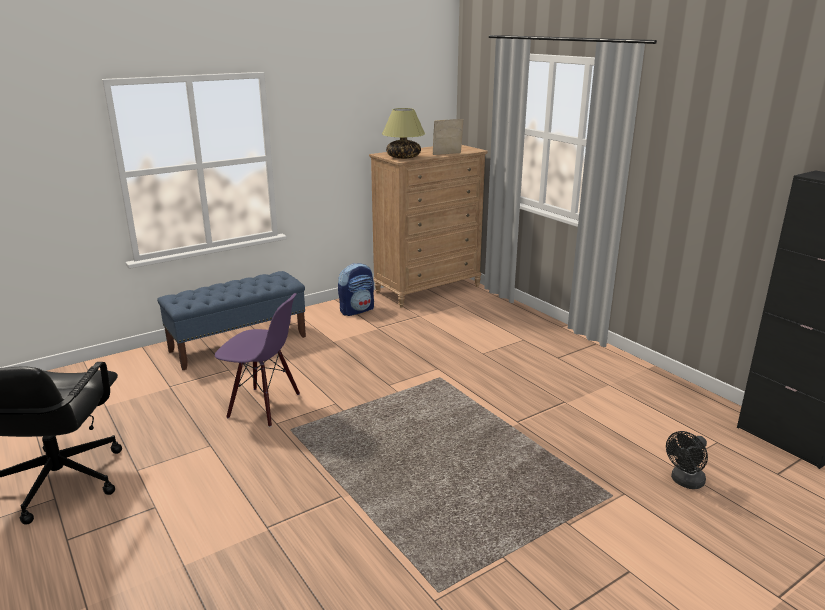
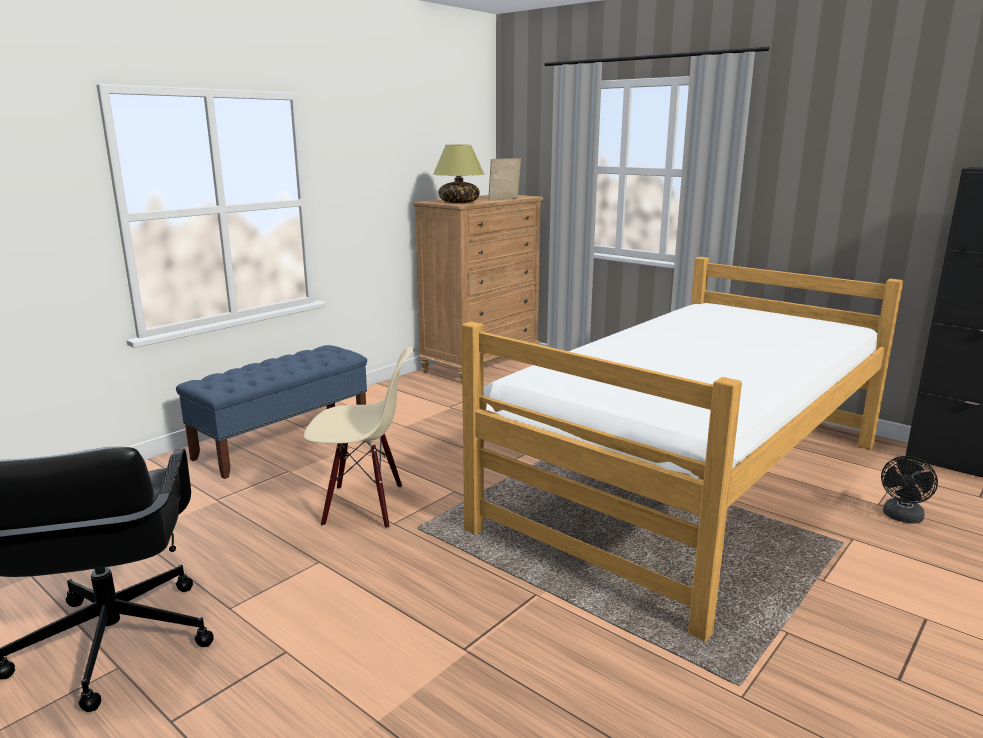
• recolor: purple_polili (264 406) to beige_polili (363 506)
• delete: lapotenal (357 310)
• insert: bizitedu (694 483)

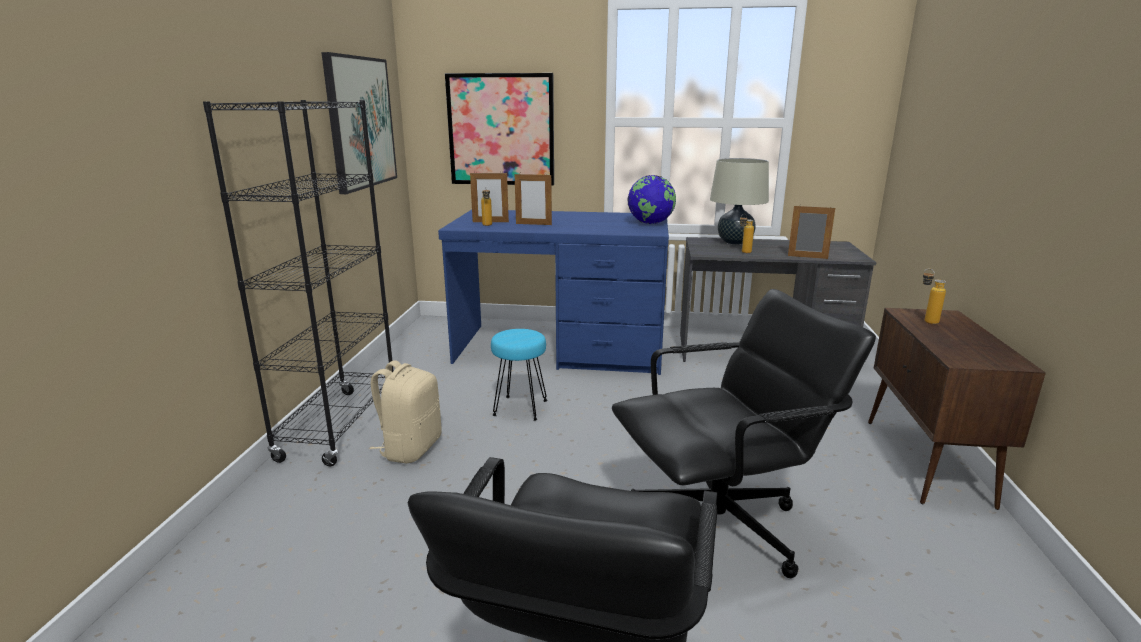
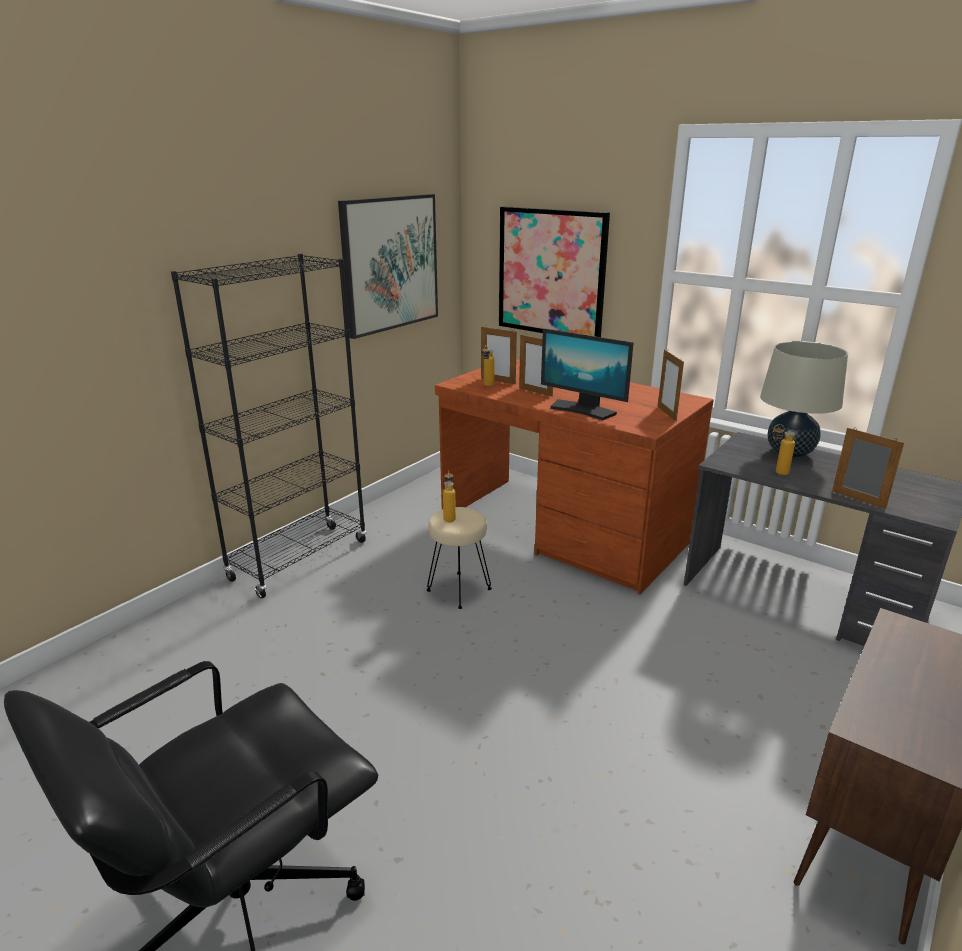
• delete: beige_lapotenal (410 448)
• recolor: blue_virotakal (561 349) to brown_virotakal (563 530)
• recolor: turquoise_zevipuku (520 408) to beige_zevipuku (458 590)
• delete: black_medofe (719 529)
• replace: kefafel (651 223) to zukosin (666 413)
• move: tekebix (926 320) to (449 517)
• insert: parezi (583 410)

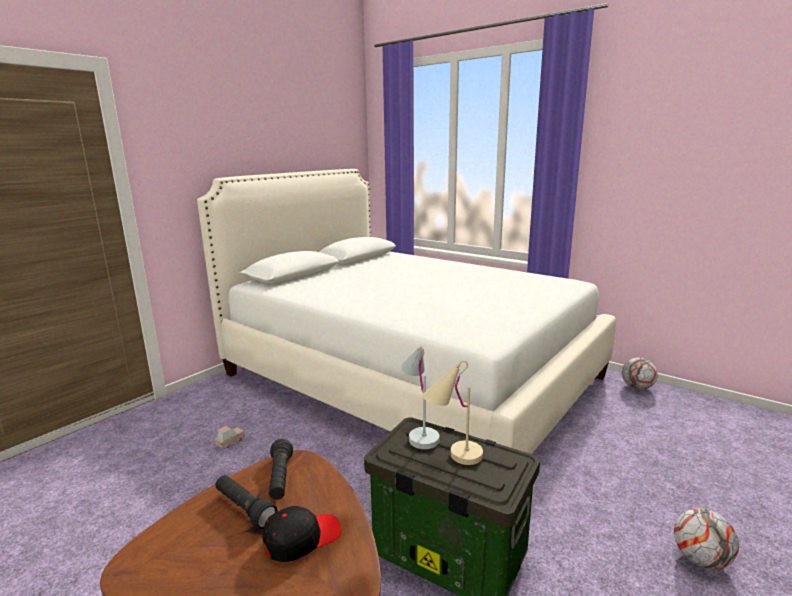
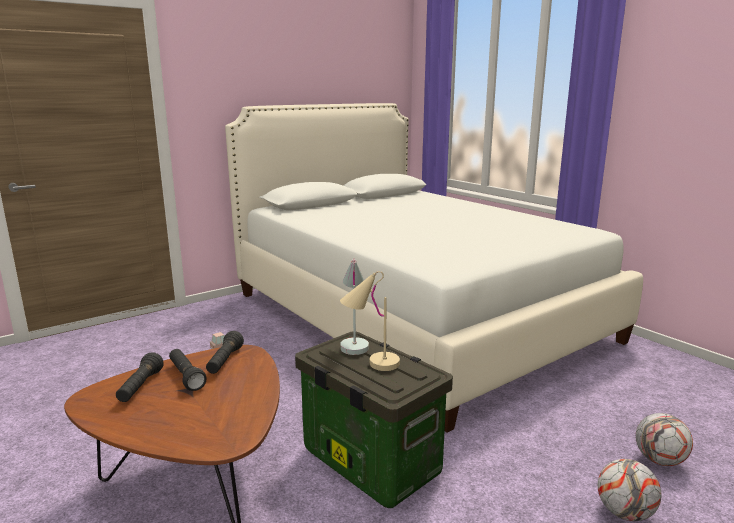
• delete: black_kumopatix (301 538)
• move: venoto (637 387) to (659 460)
• insert: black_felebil (140 387)

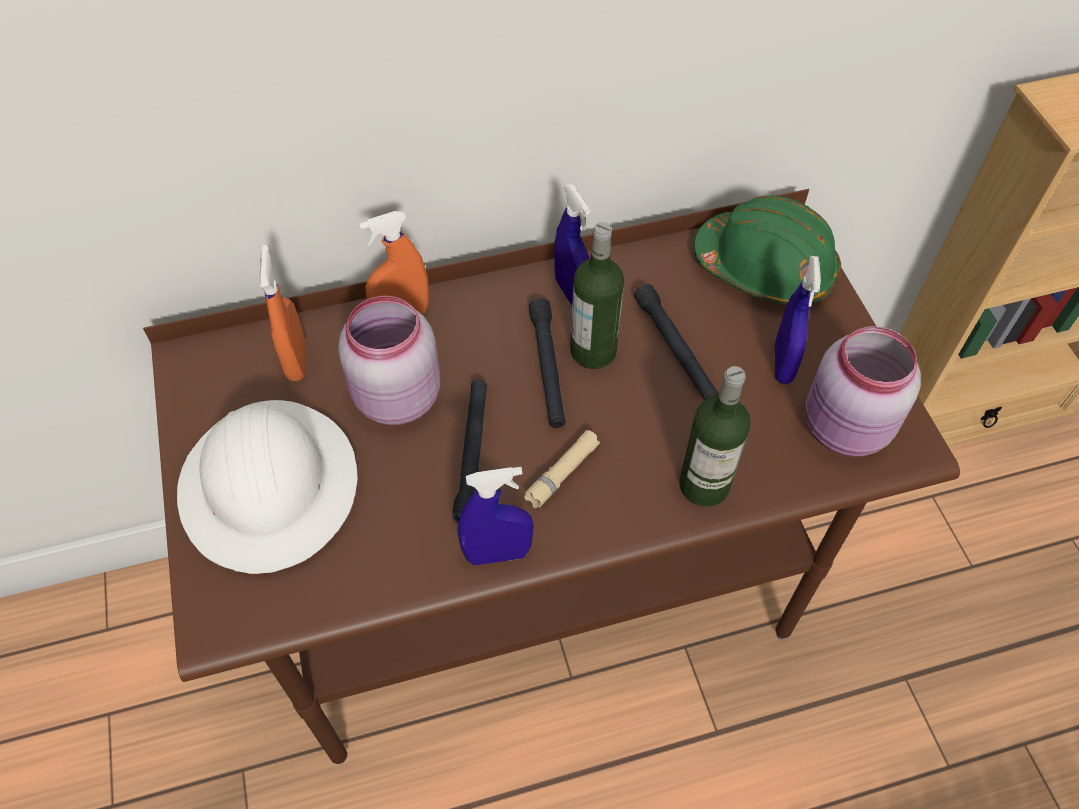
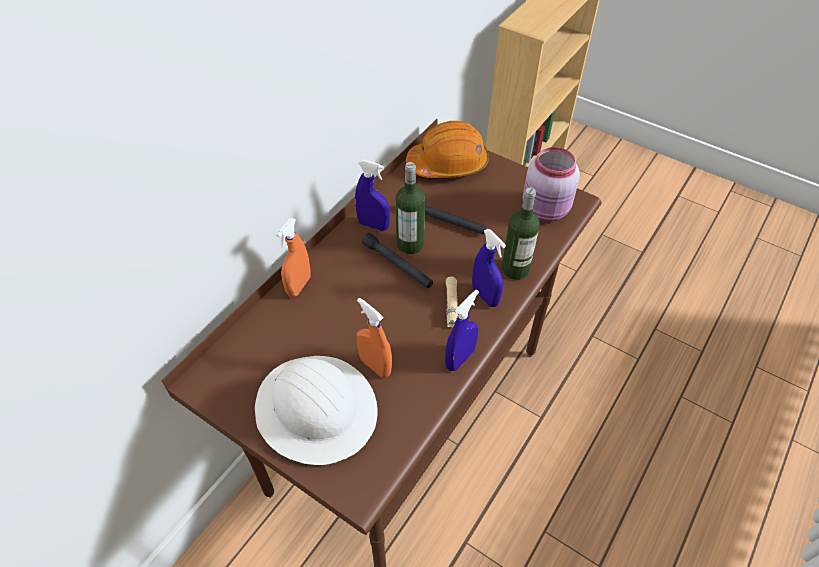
• move: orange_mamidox (296 361) to (375 366)
• delete: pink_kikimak (395 398)
• delete: black_felebil (472 454)
• recolor: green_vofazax (765 268) to orange_vofazax (448 164)
• move: blue_mamidox (783 364) to (485 296)

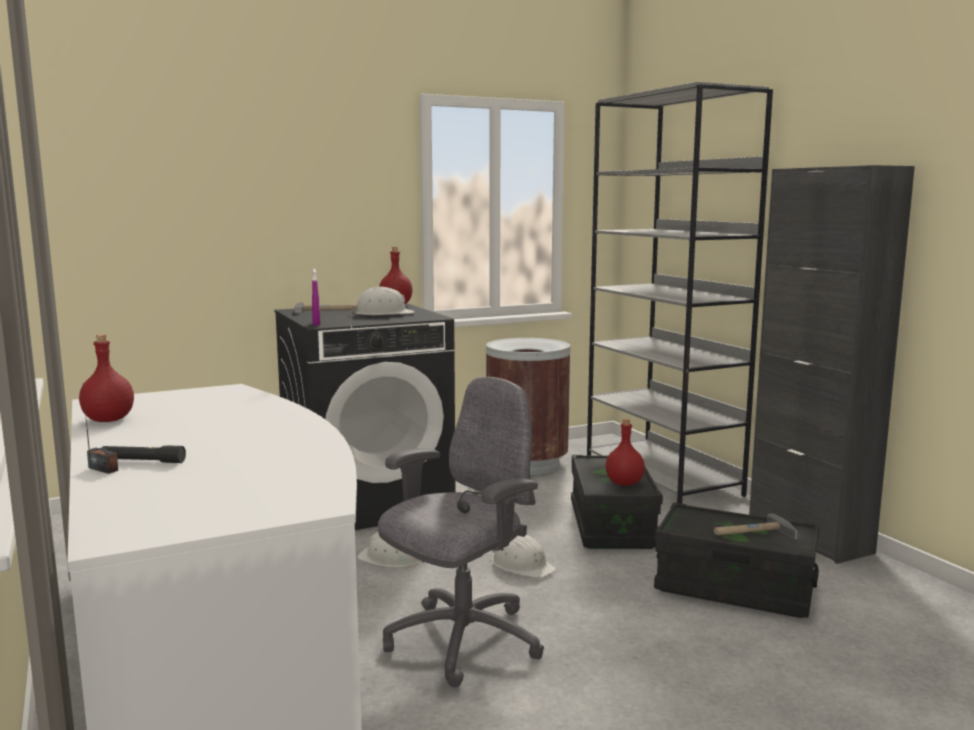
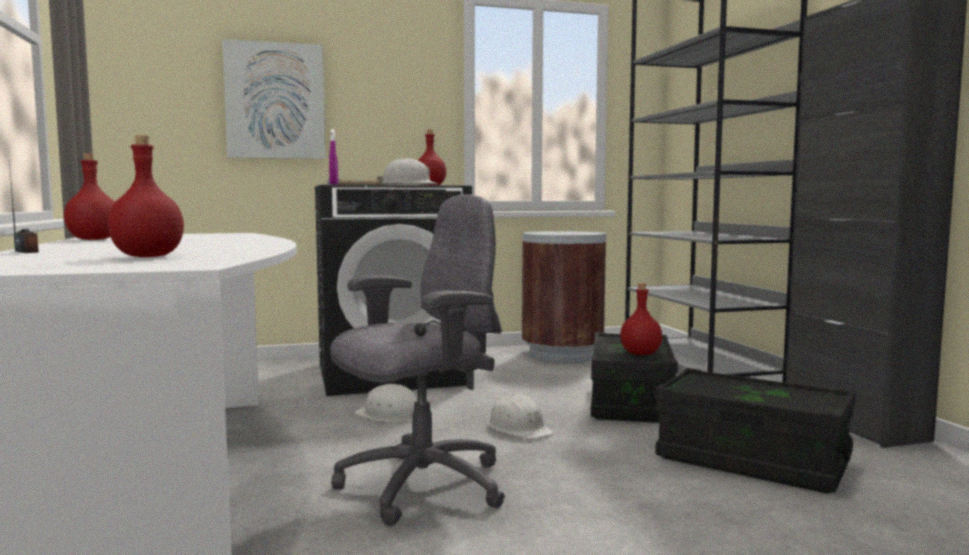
• delete: black_felebil (143 461)
• delete: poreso (752 533)
• insert: red_tekebix (148 256)
• insert: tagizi (275 101)

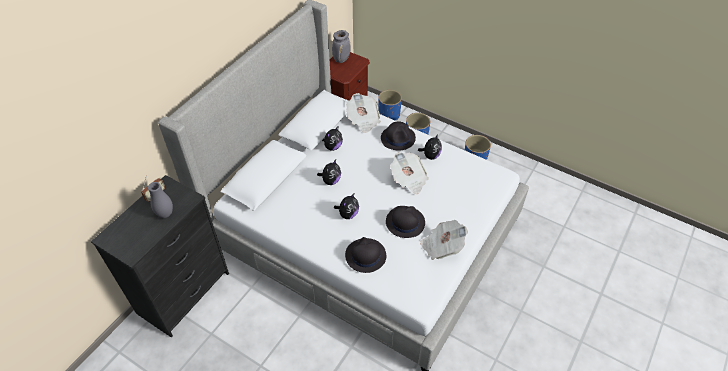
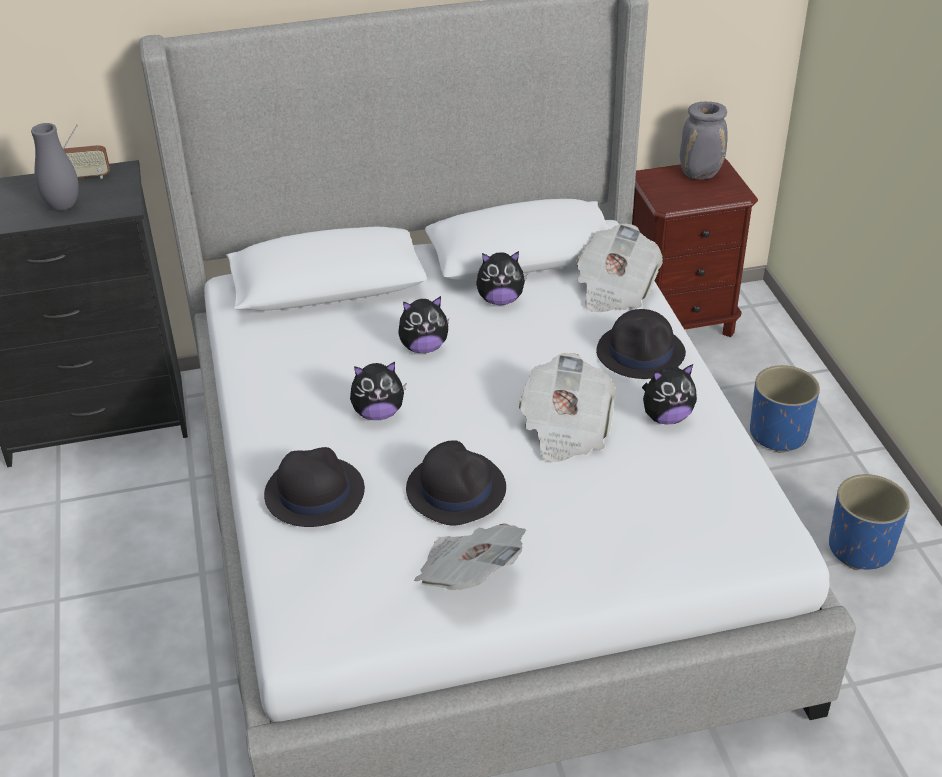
• delete: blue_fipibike (389 115)

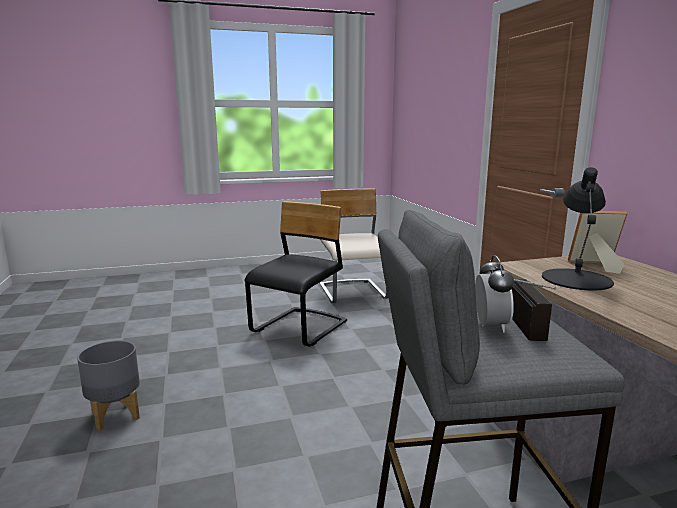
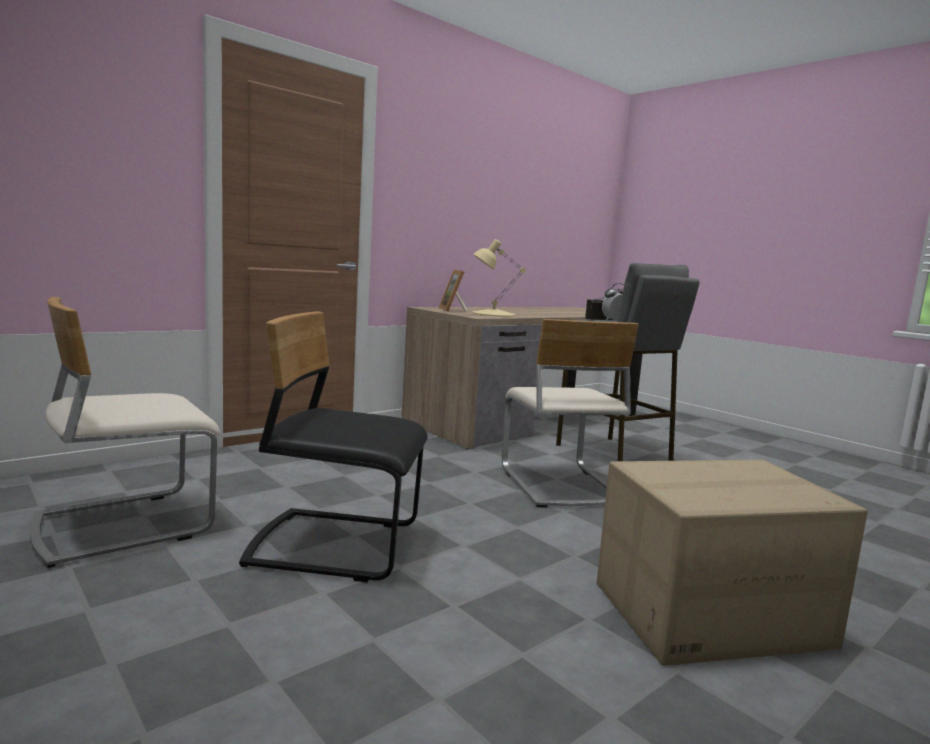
• replace: grey_fipibike (115 415) to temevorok (710 616)
• recolor: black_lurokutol (577 279) to beige_lurokutol (493 314)
• insert: beige_polili (558 485)

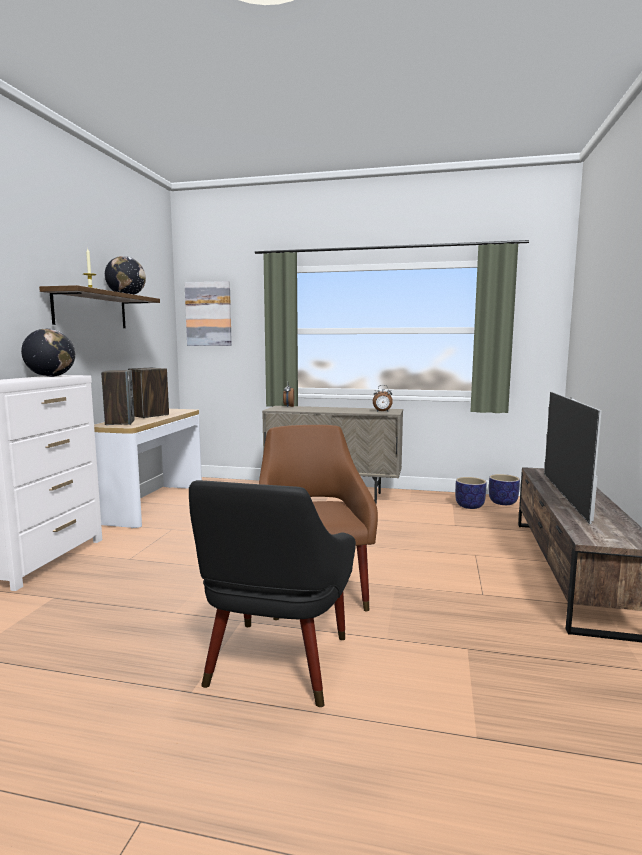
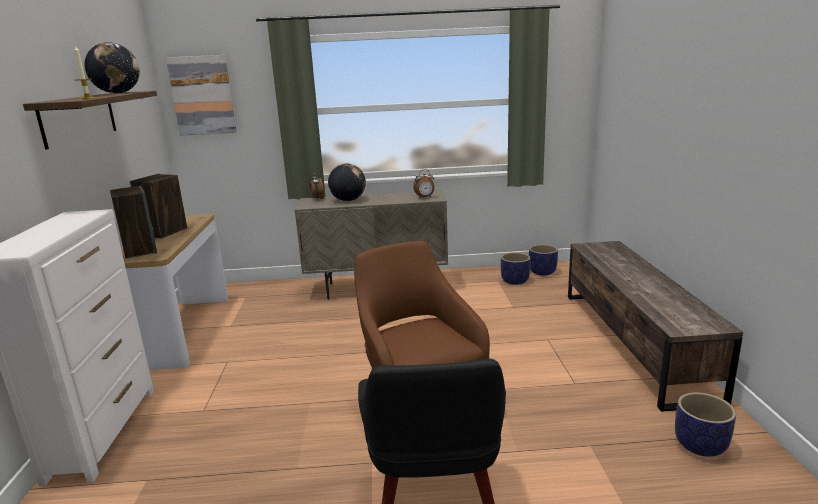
• move: kefafel (51 376) to (348 200)
• delete: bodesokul (565 496)
• insert: fipibike (699 445)

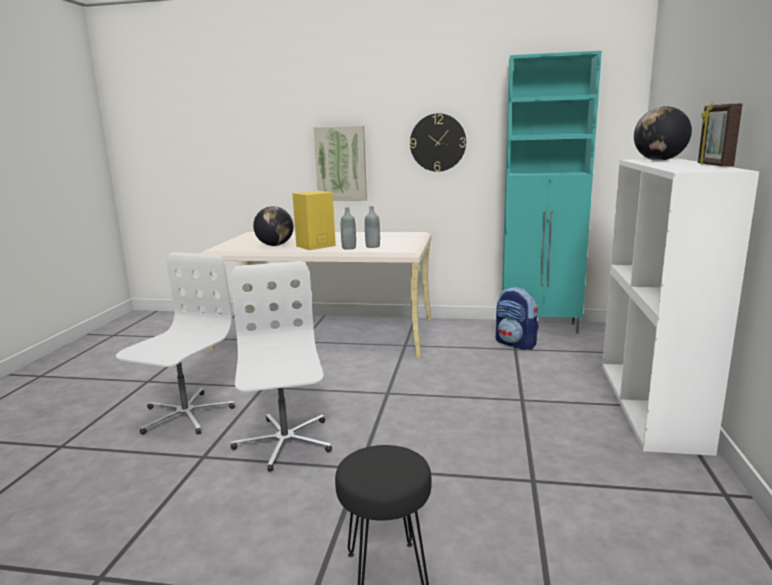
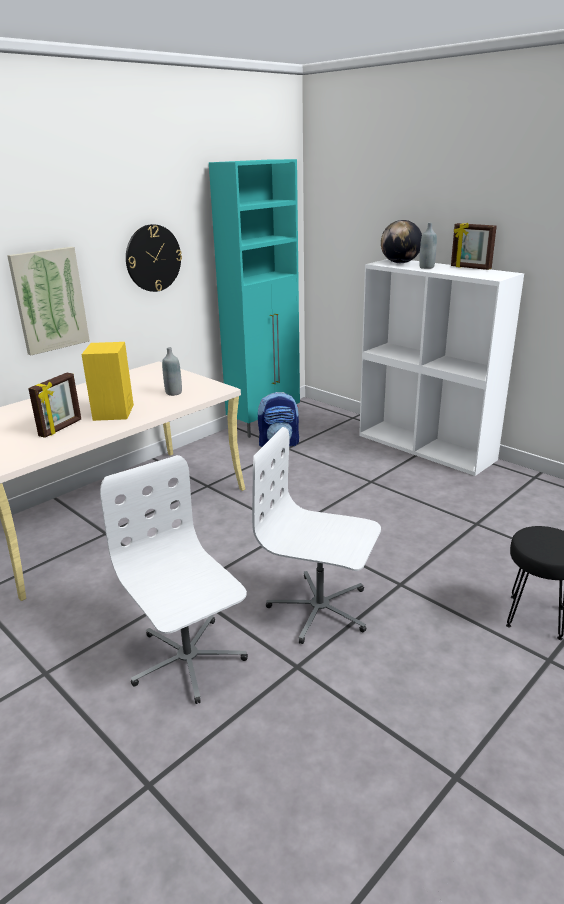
• replace: kefafel (275 245) to zukosin (61 428)
• move: grey_tekebix (349 248) to (426 267)

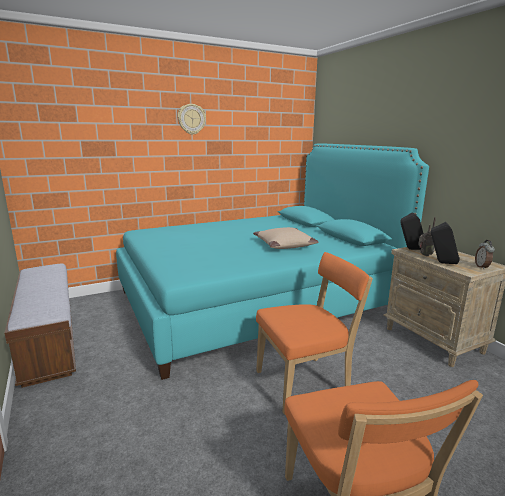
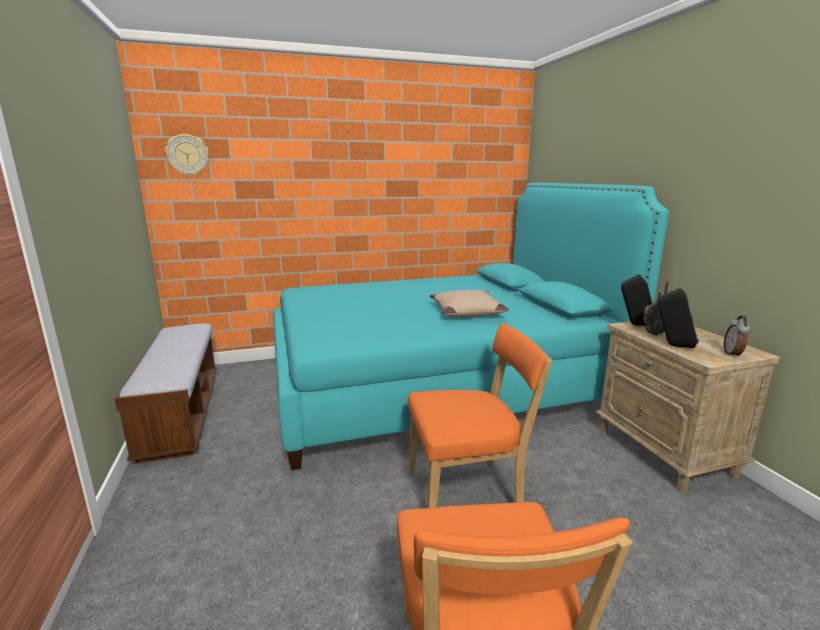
• move: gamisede (191 119) to (187 155)

